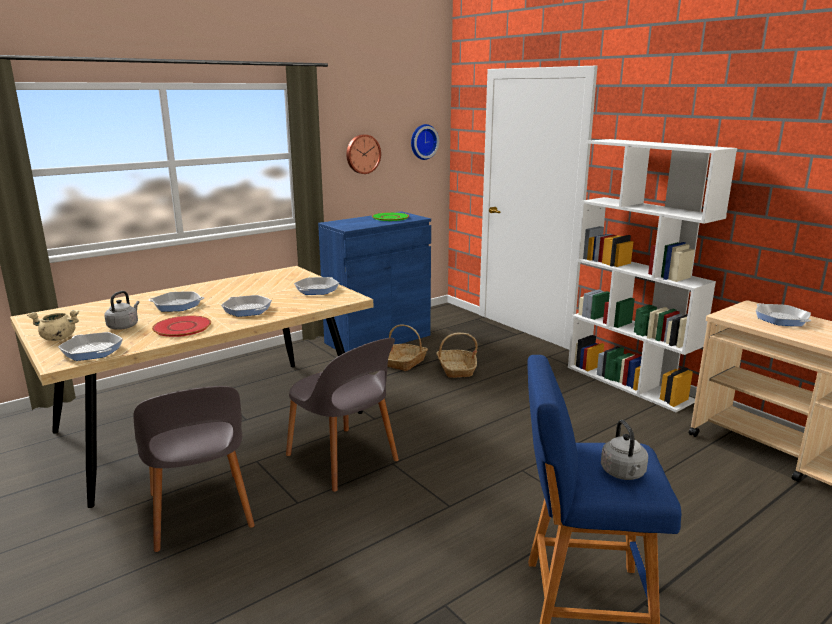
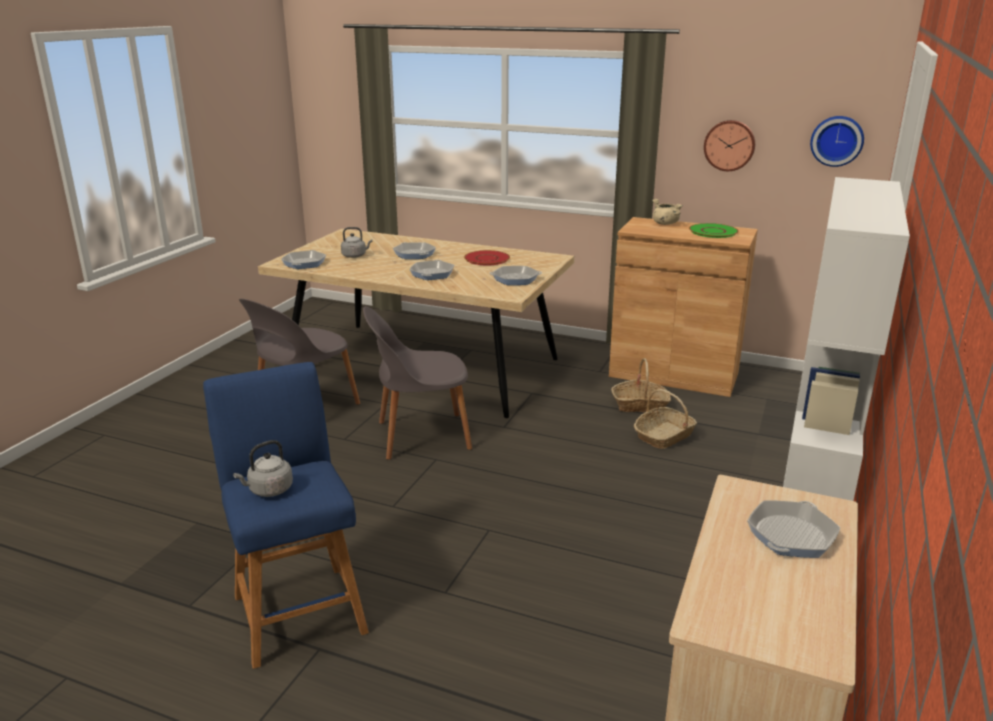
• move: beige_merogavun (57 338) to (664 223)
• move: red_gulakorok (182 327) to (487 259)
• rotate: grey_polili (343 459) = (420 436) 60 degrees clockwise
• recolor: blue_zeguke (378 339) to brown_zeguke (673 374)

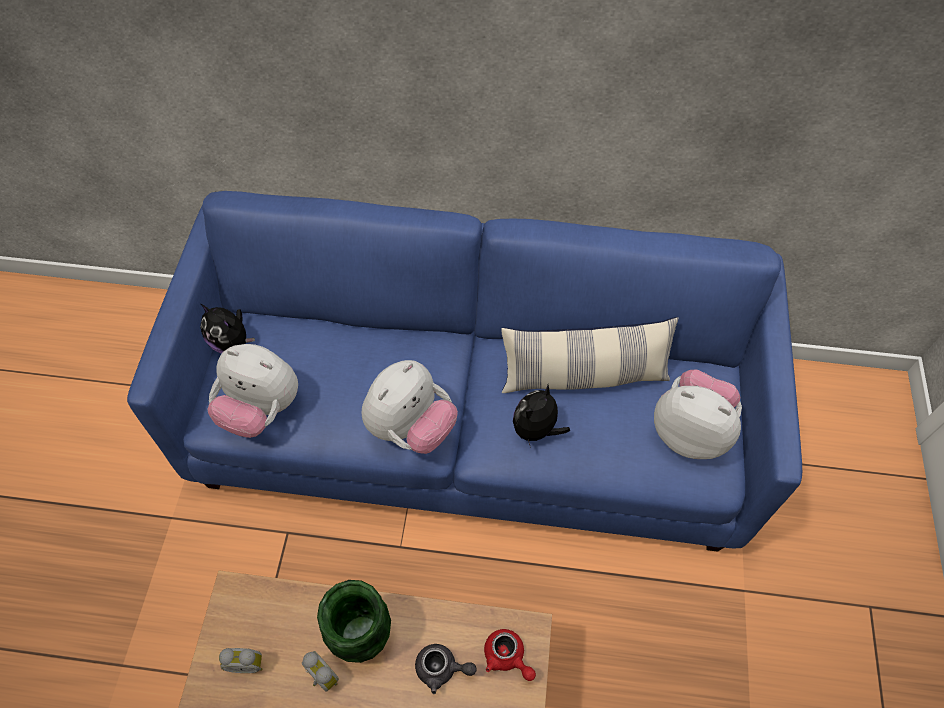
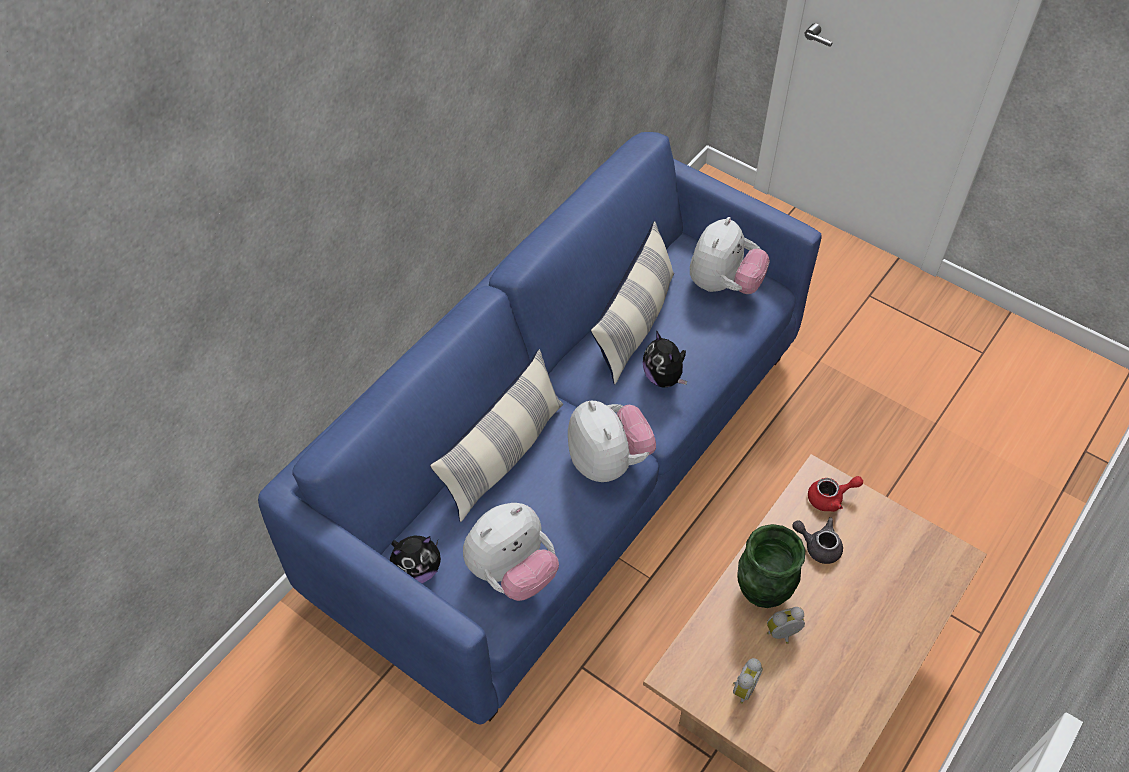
• rotate: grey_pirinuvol (442 669) = (818 546) 105 degrees counterclockwise
• rotate: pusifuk (690 431) = (723 285) 150 degrees clockwise
• insert: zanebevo (503 455)

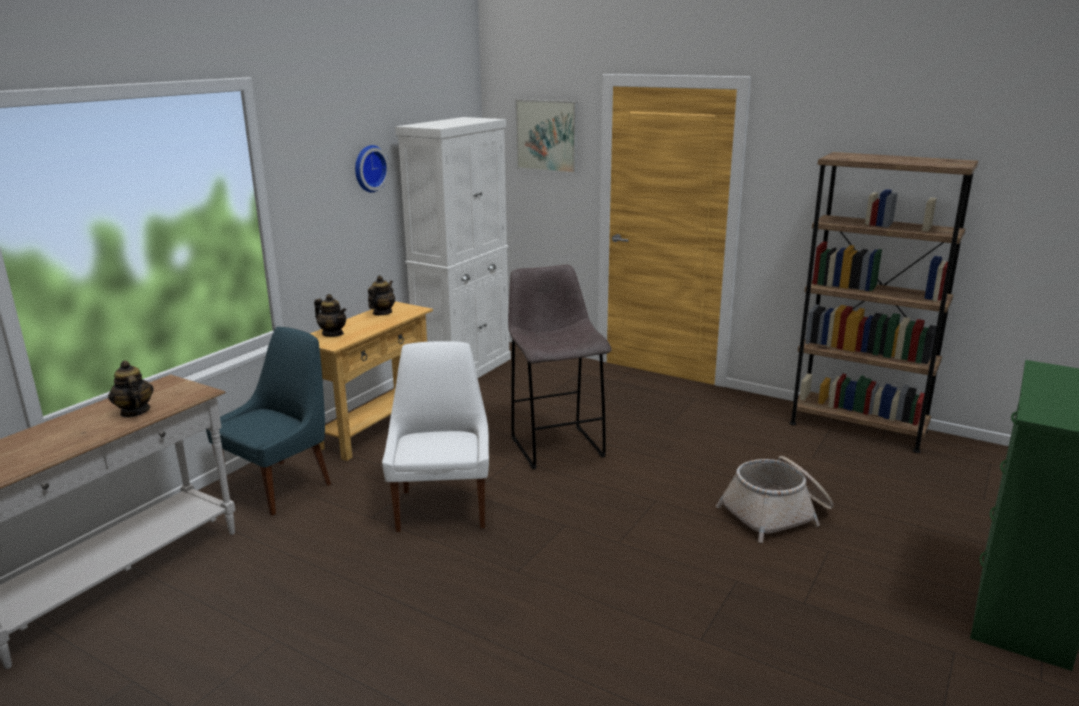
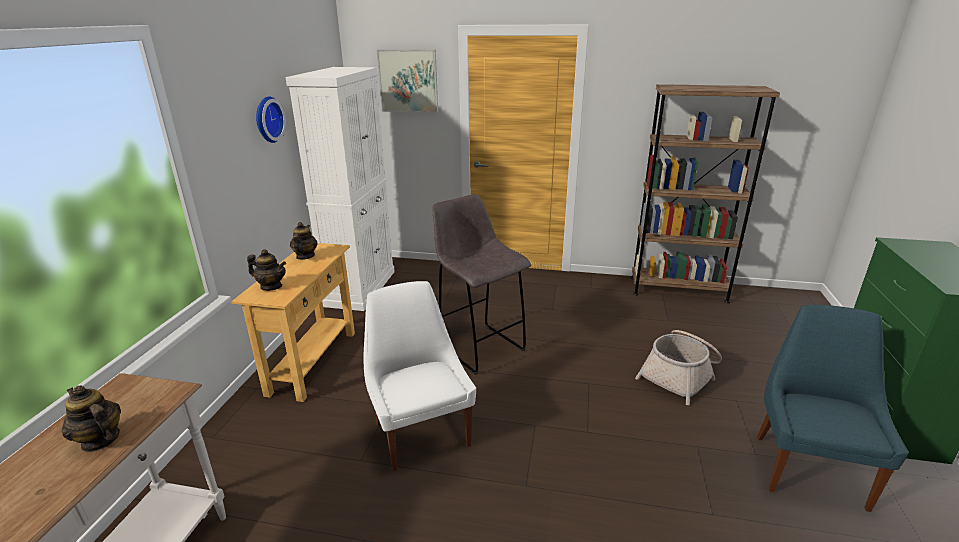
• move: blue_polili (281 485) to (807 468)

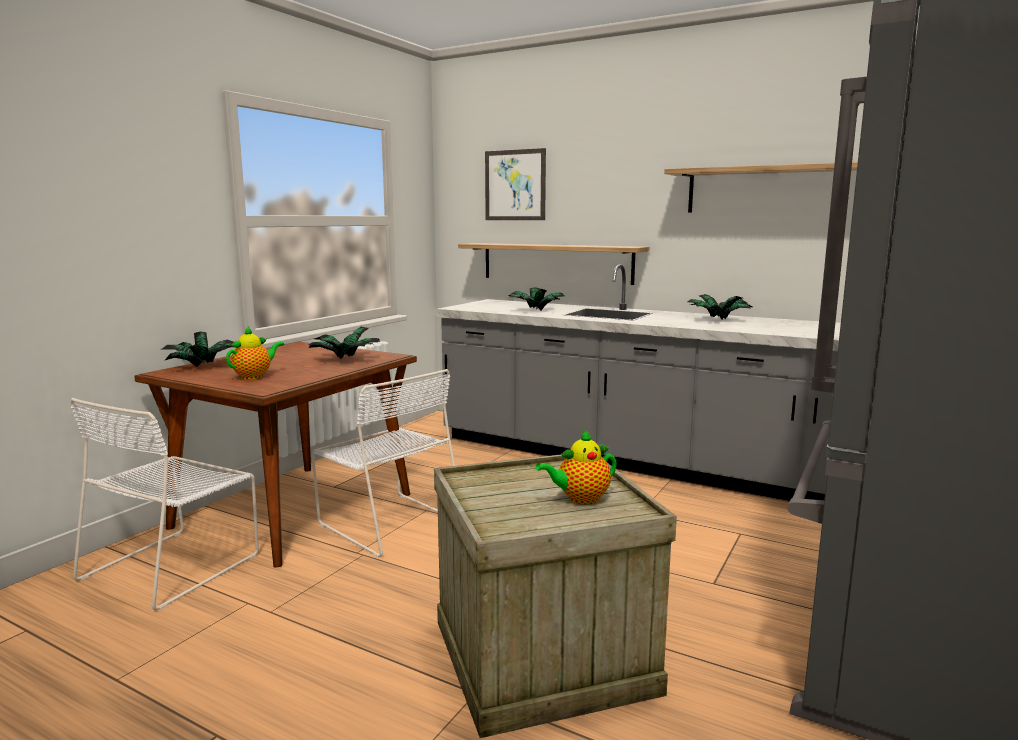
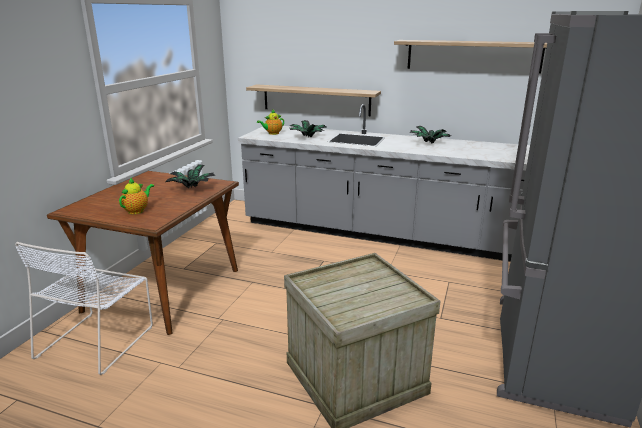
• delete: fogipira (204 366)
• delete: white_polili (388 521)
• delete: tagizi (515 185)
• move: pirinuvol (580 499) to (272 133)

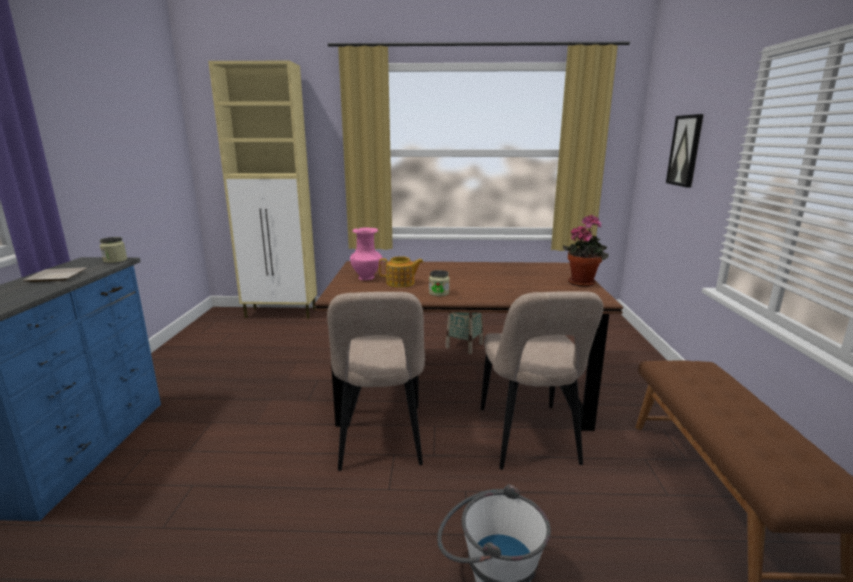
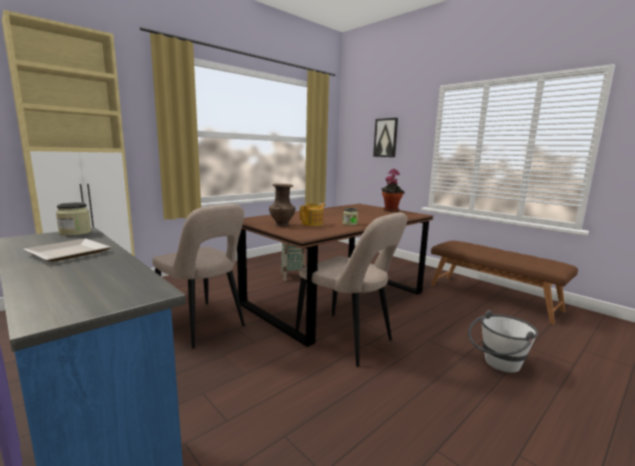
• recolor: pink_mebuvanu (367 278) to brown_mebuvanu (282 225)
• move: beige_polili (529 439) to (202 325)

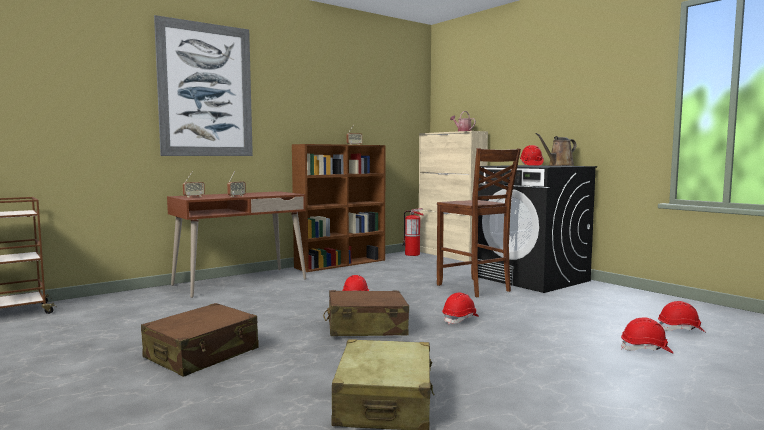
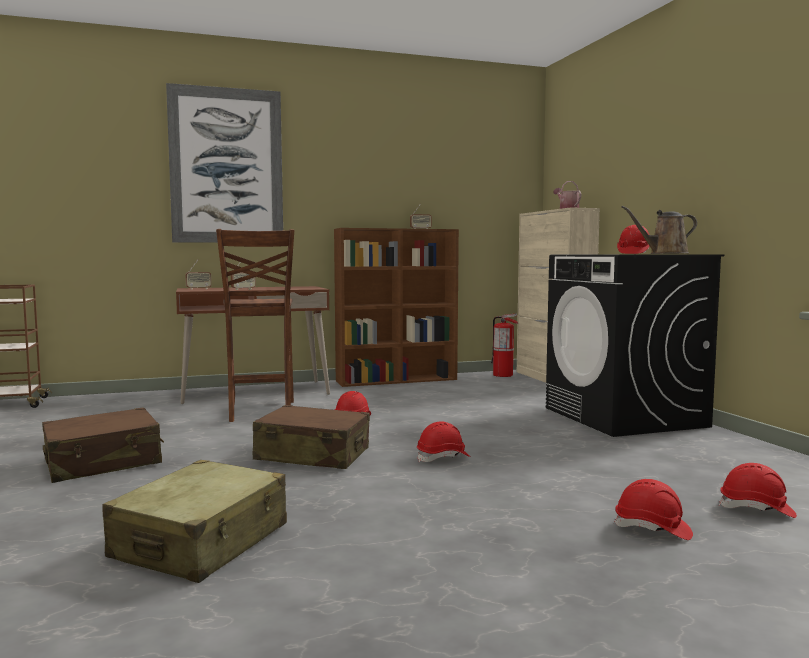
• move: brown_polili (474 288) to (260 412)

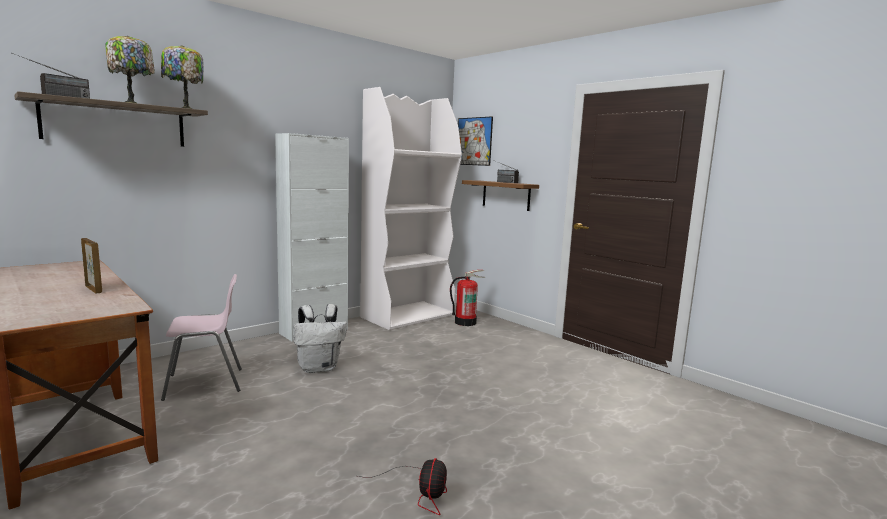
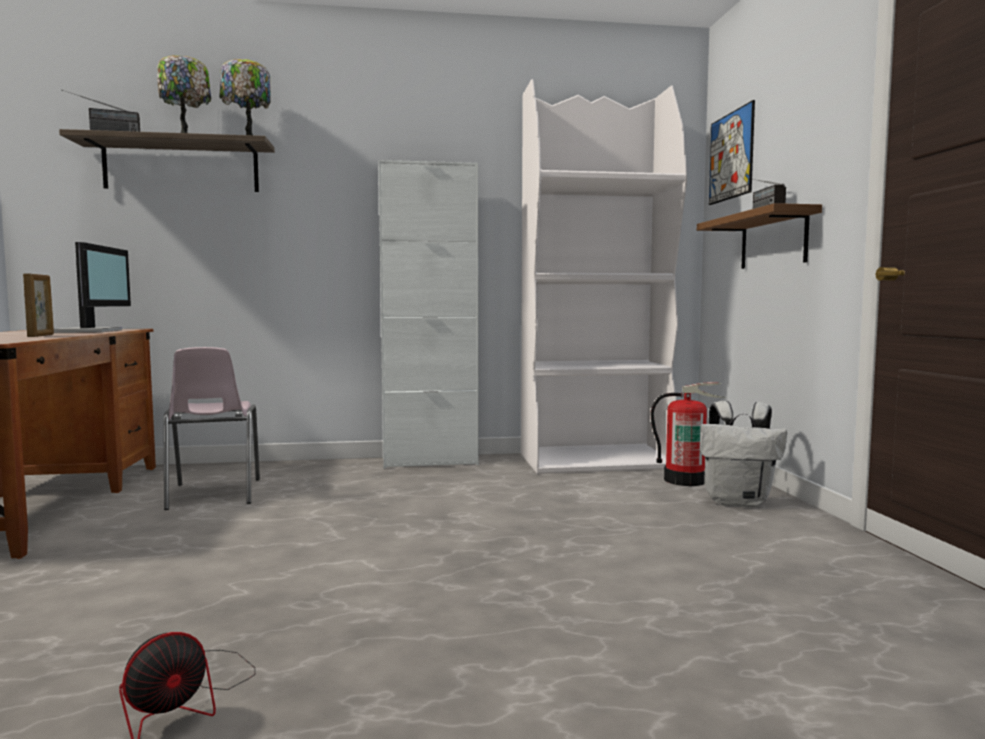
• rotate: pink_polili (205 384) = (213 494) 60 degrees clockwise
• move: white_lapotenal (319 368) to (738 502)
• insert: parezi (91 331)

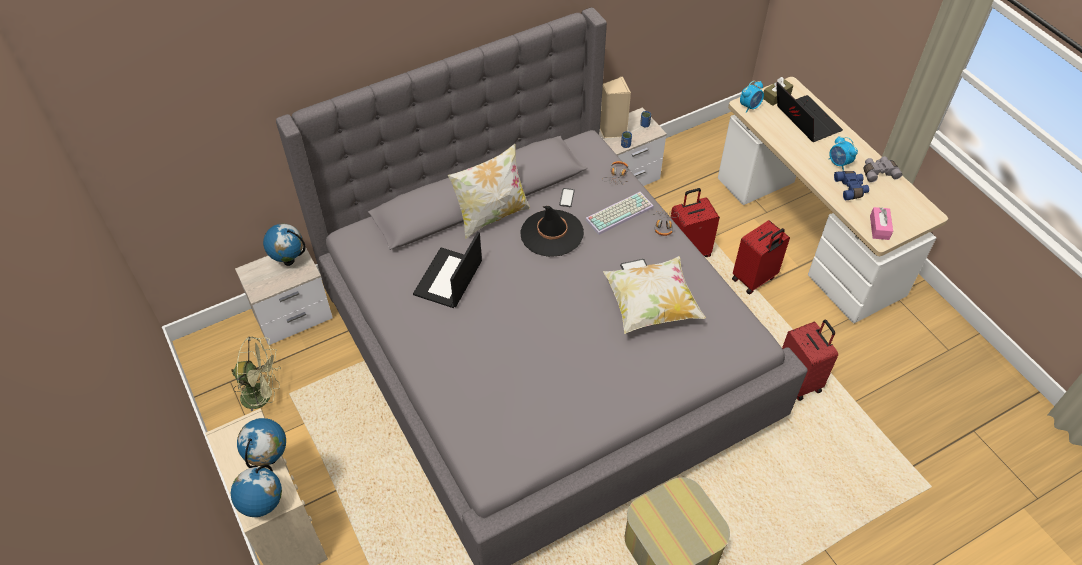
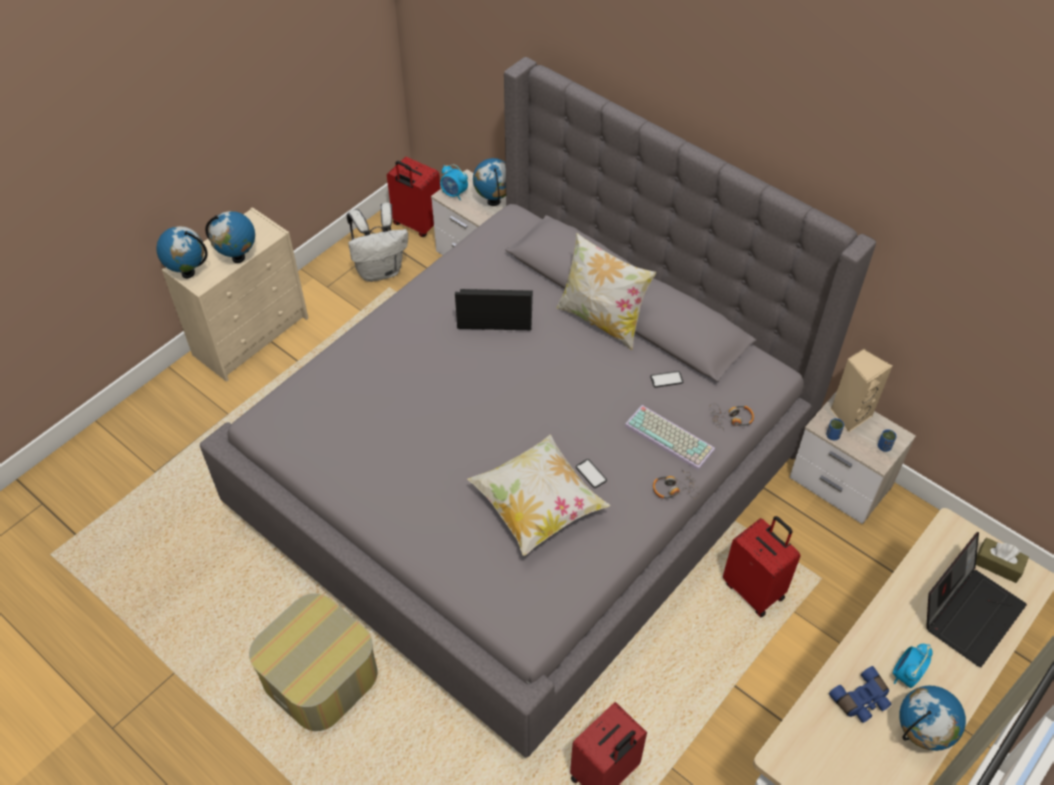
• replace: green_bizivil (263 395) to white_lapotenal (380 270)
• delete: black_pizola (551 233)
• move: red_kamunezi (754 279) to (416 224)
• move: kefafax (750 106) to (454 194)
• replace: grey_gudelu (878 172) to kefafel (919 735)
• delete: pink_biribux (879 227)

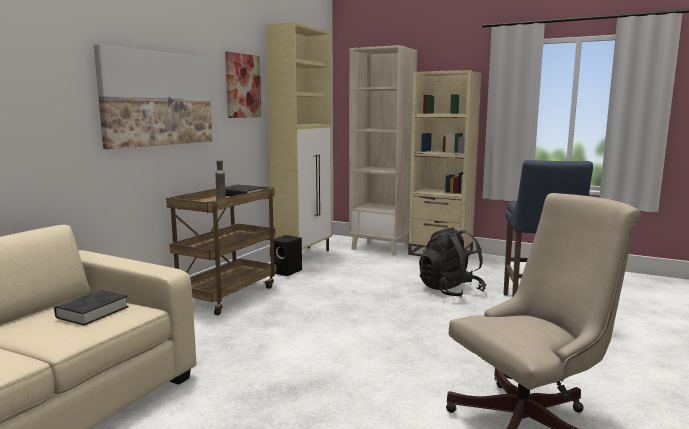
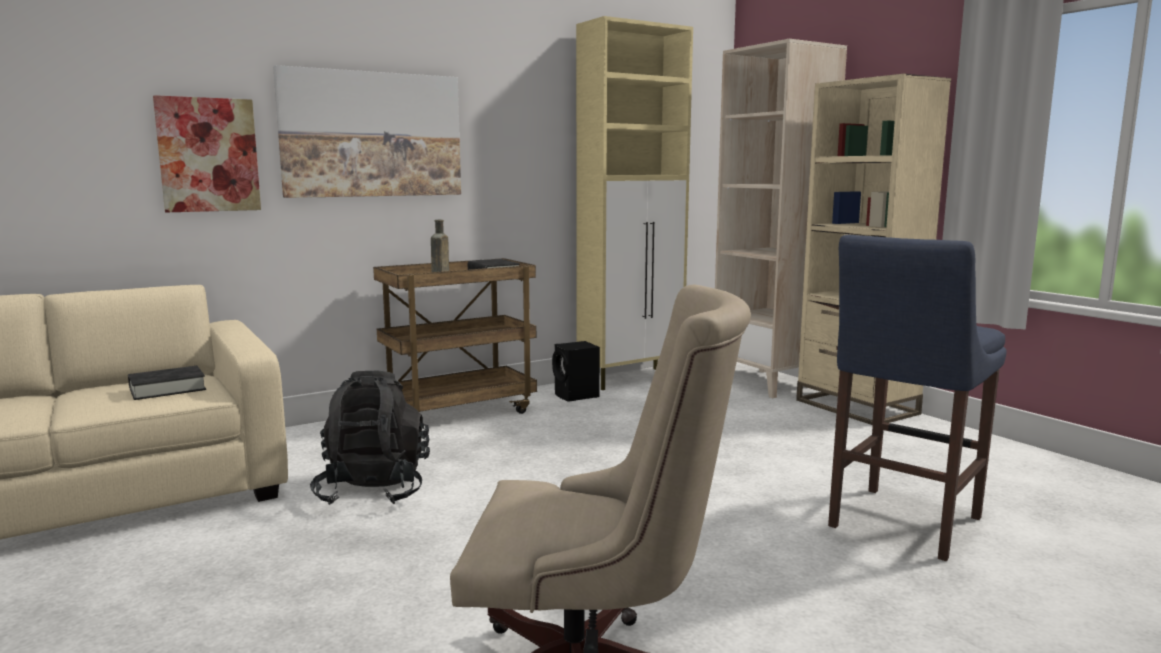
• move: tagizi (242 86) to (208 155)
• move: black_lapotenal (450 291) to (374 490)

